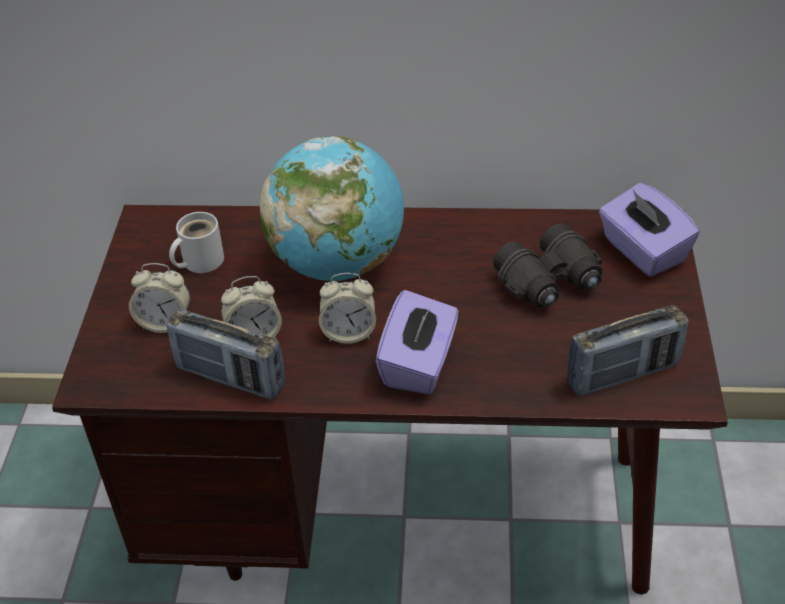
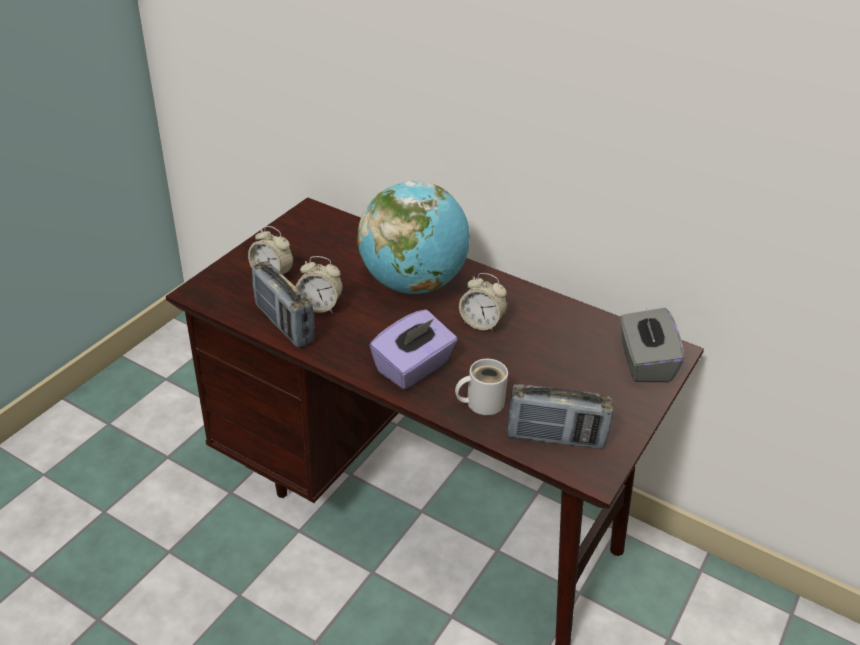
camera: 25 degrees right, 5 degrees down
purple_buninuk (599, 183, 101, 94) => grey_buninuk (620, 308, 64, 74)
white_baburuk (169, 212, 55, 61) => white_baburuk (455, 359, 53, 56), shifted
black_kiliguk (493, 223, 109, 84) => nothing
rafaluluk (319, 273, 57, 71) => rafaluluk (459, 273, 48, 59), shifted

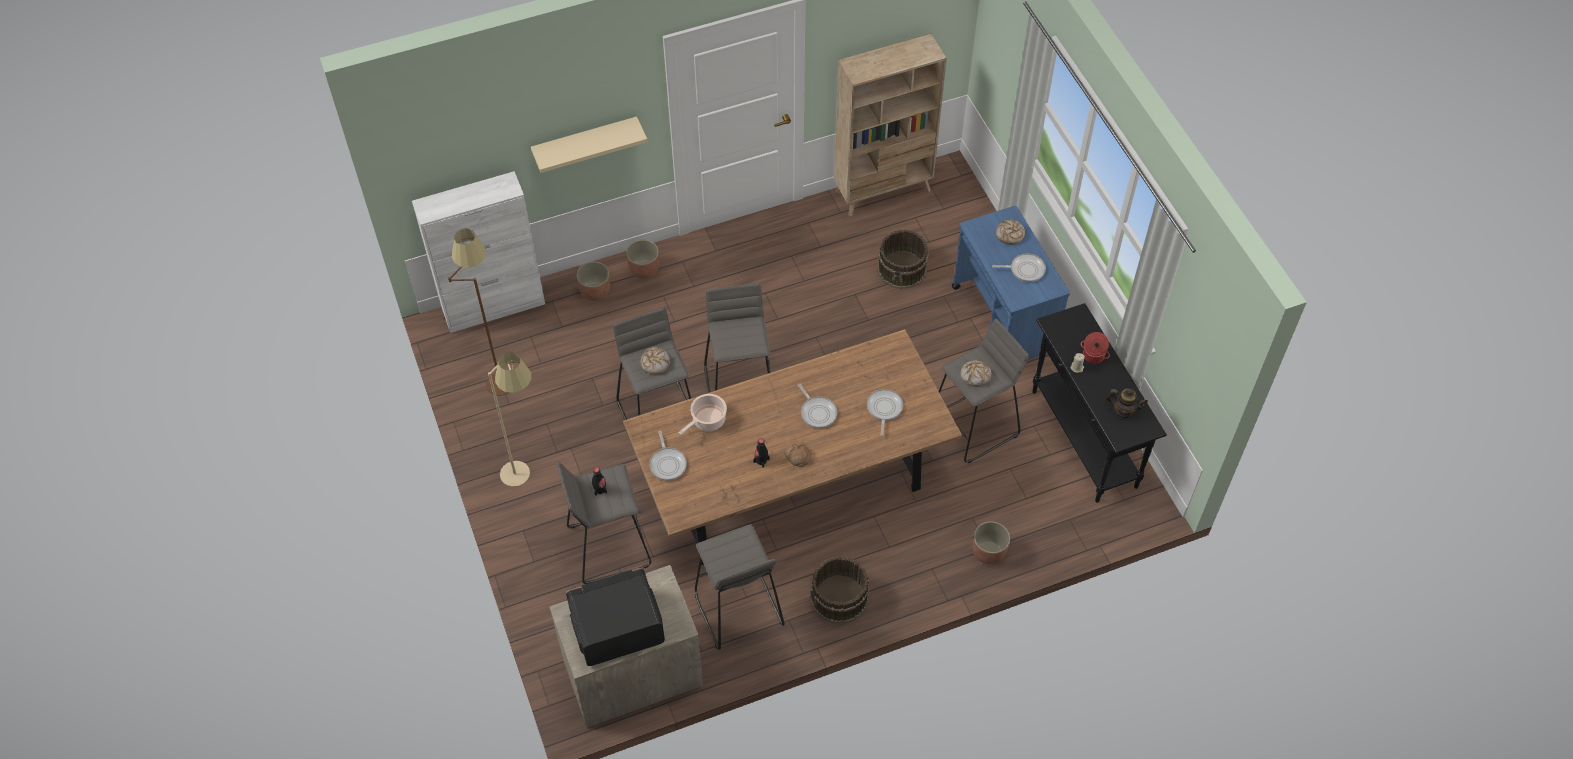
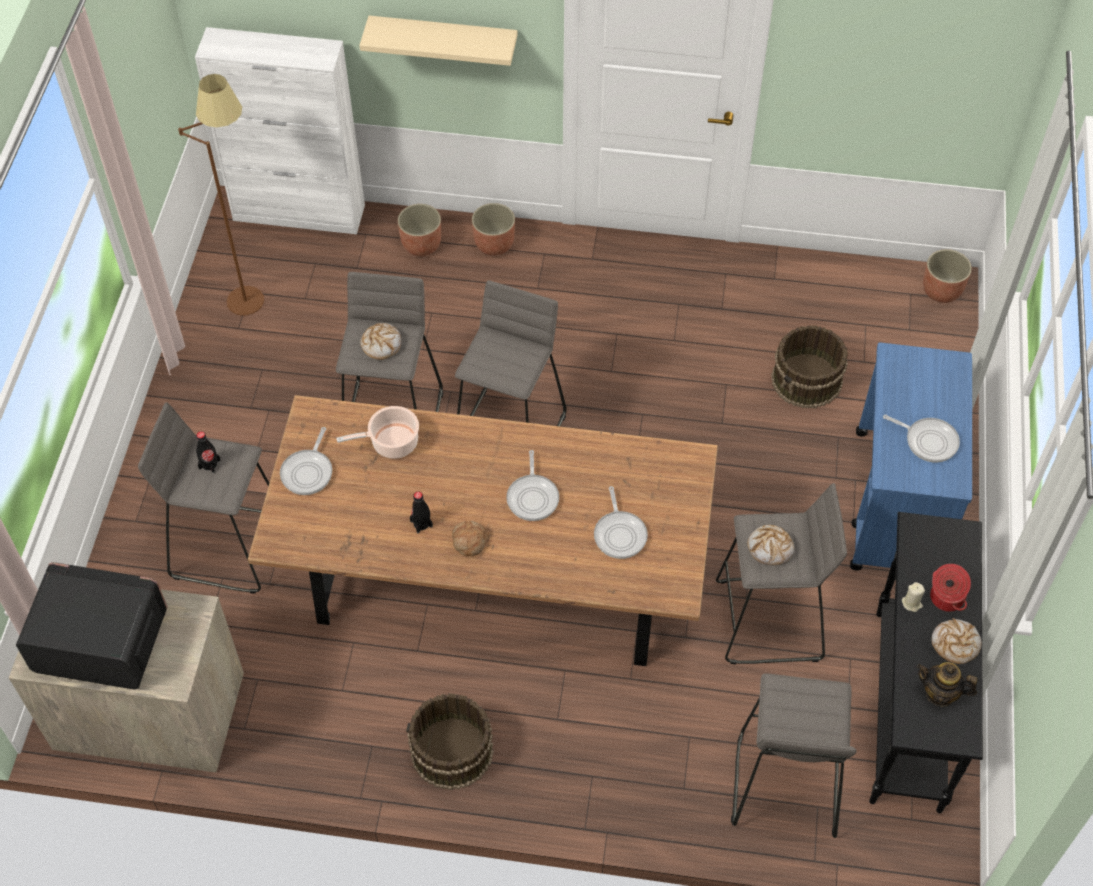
camera: 30 degrees right, 0 degrees up
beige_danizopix (834, 33, 113, 183) => nothing
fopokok (996, 220, 29, 24) => fopokok (931, 618, 51, 46), shifted
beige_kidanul (488, 352, 43, 135) => nothing
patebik (867, 389, 36, 47) => patebik (594, 486, 54, 73), 135 degrees clockwise
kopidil (1105, 389, 43, 29) => kopidil (917, 662, 61, 45), 150 degrees clockwise
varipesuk (973, 521, 37, 44) => varipesuk (923, 249, 49, 54), shifted
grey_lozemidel (695, 524, 90, 126) => grey_lozemidel (731, 673, 126, 165), shifted

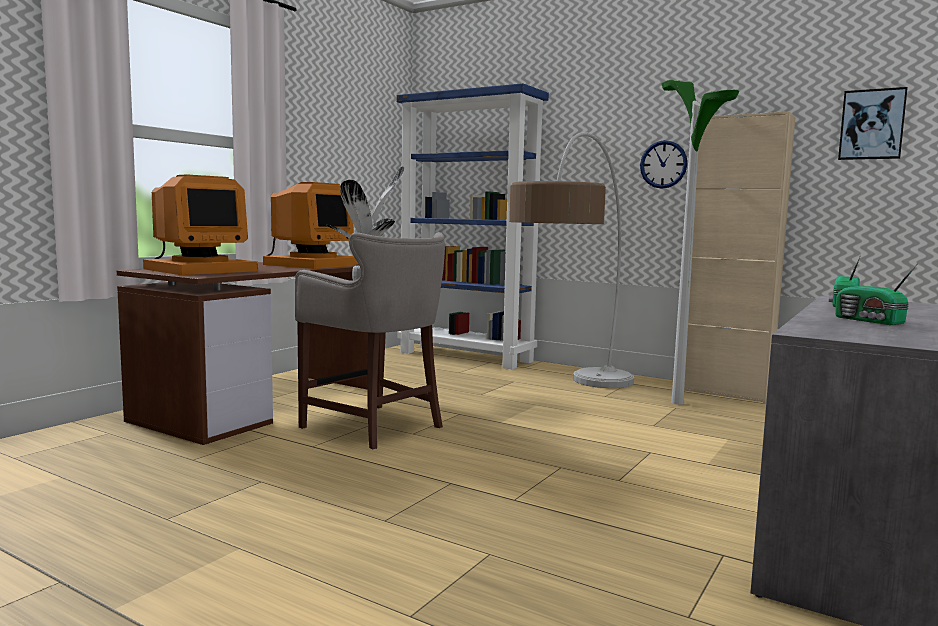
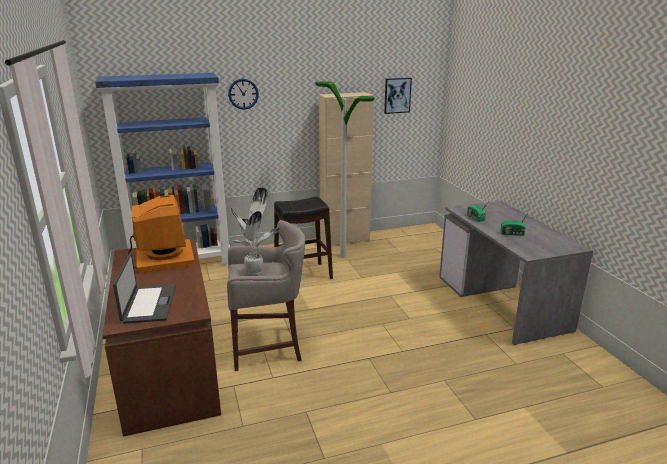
camera: 50 degrees left, 15 degrees up
kidanul (509, 132, 125, 256) => black_lozemidel (274, 196, 59, 83)
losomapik (640, 140, 47, 49) => losomapik (228, 79, 31, 31), shifted
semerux (143, 174, 115, 101) => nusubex (113, 253, 63, 71)

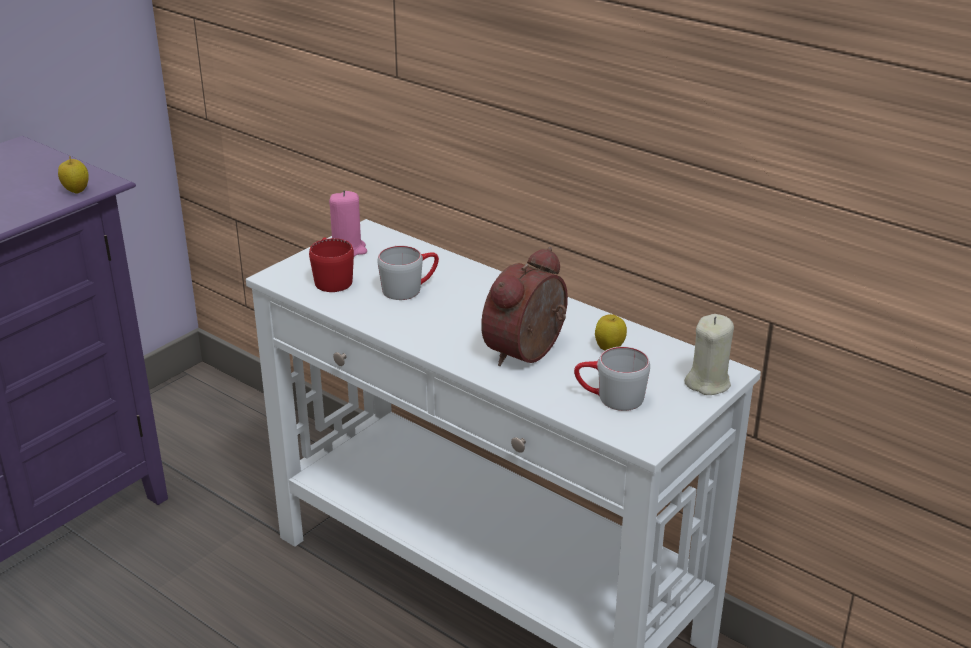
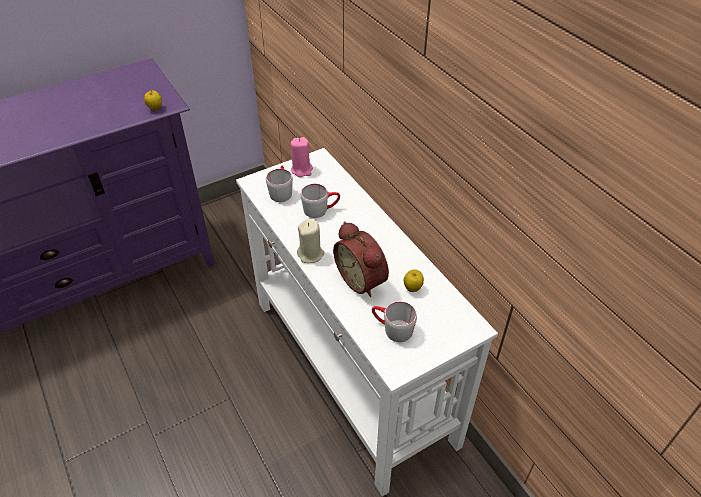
camera: 20 degrees right, 15 degrees up
red_baburuk (309, 237, 45, 55) => grey_baburuk (266, 165, 27, 37)
rafaluluk (481, 247, 87, 119) => rafaluluk (333, 221, 56, 76), 90 degrees counterclockwise
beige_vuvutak (684, 314, 50, 81) => beige_vuvutak (297, 219, 28, 44), shifted

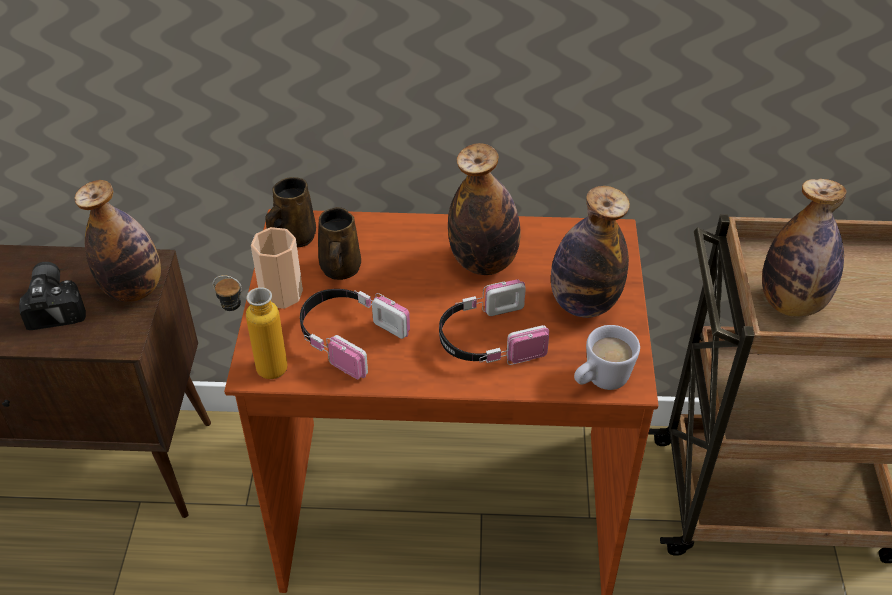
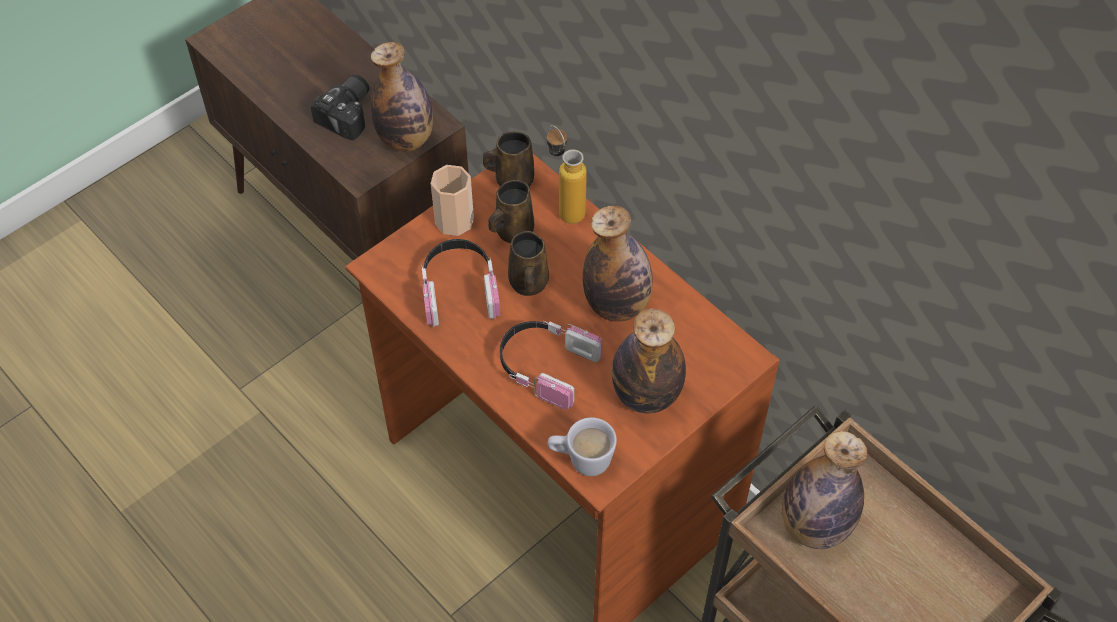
camera: 45 degrees right, 10 degrees up
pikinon (213, 275, 74, 104) => pikinon (547, 125, 40, 99), shifted
nothing => brown_baburuk (508, 231, 41, 65)

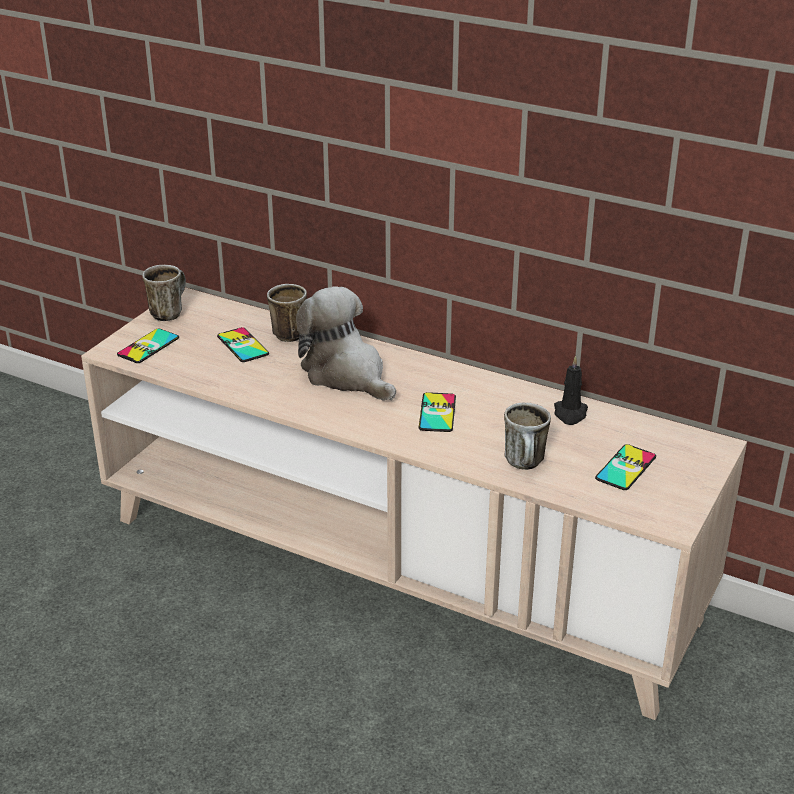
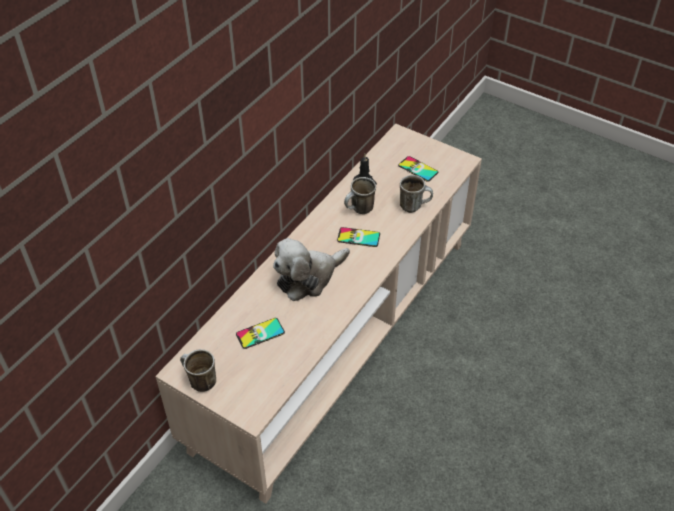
camera: 85 degrees left, 15 degrees up
baburuk (267, 284, 40, 58) => baburuk (344, 177, 32, 37), shifted
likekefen (117, 328, 62, 35) => nothing

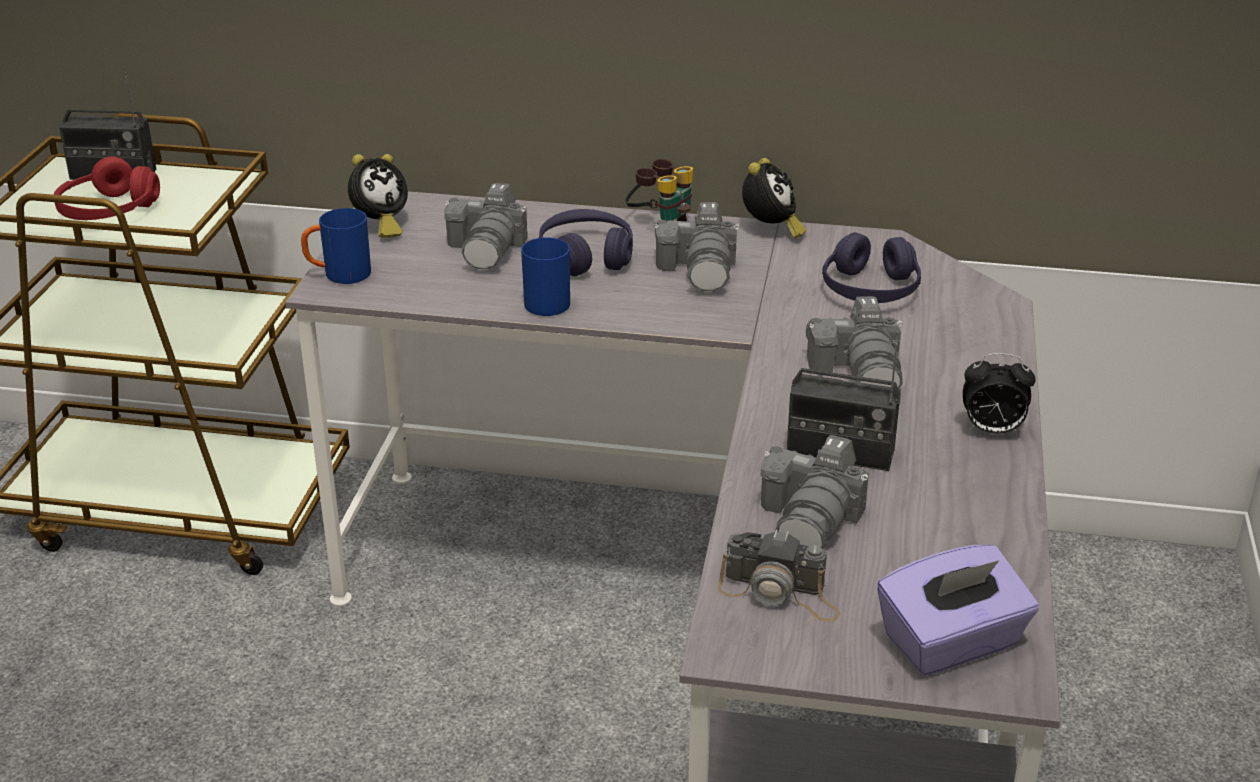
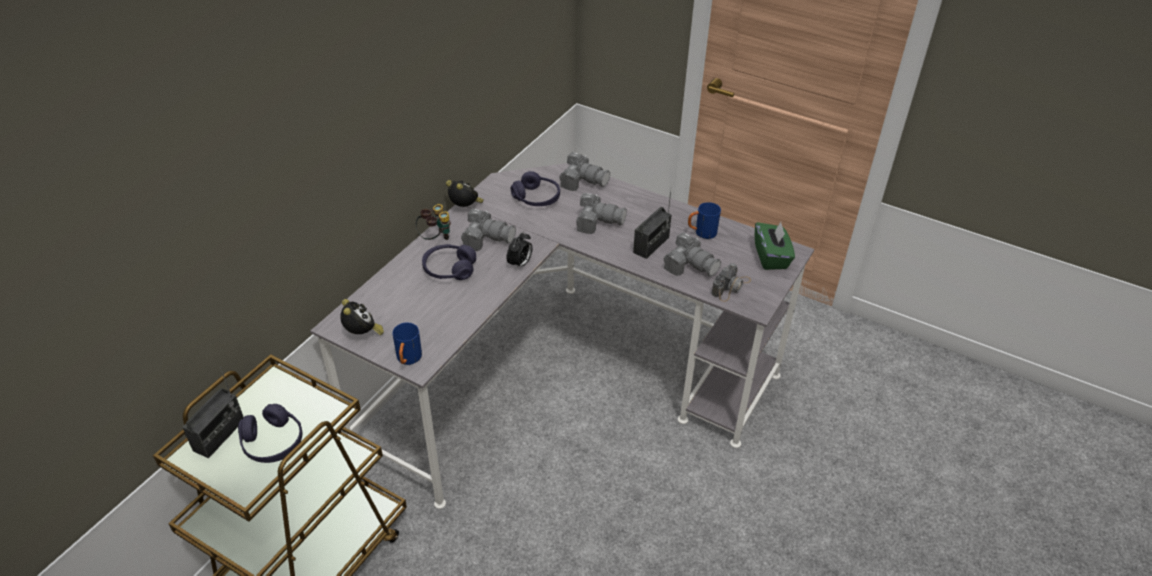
camera: 70 degrees left, 10 degrees up
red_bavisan (54, 156, 106, 64) => purple_bavisan (238, 404, 64, 59)
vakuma (444, 183, 84, 86) => vakuma (559, 152, 51, 39), shifted
blue_baburuk (521, 238, 49, 78) => blue_baburuk (688, 202, 33, 37), shifted
rafaluluk (963, 353, 73, 81) => rafaluluk (507, 231, 26, 39), shifted
purple_buninuk (877, 545, 162, 130) => green_buninuk (755, 222, 40, 48)

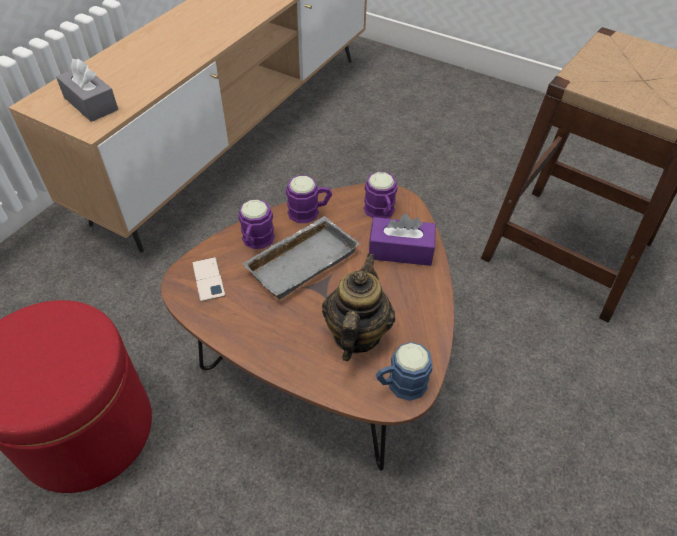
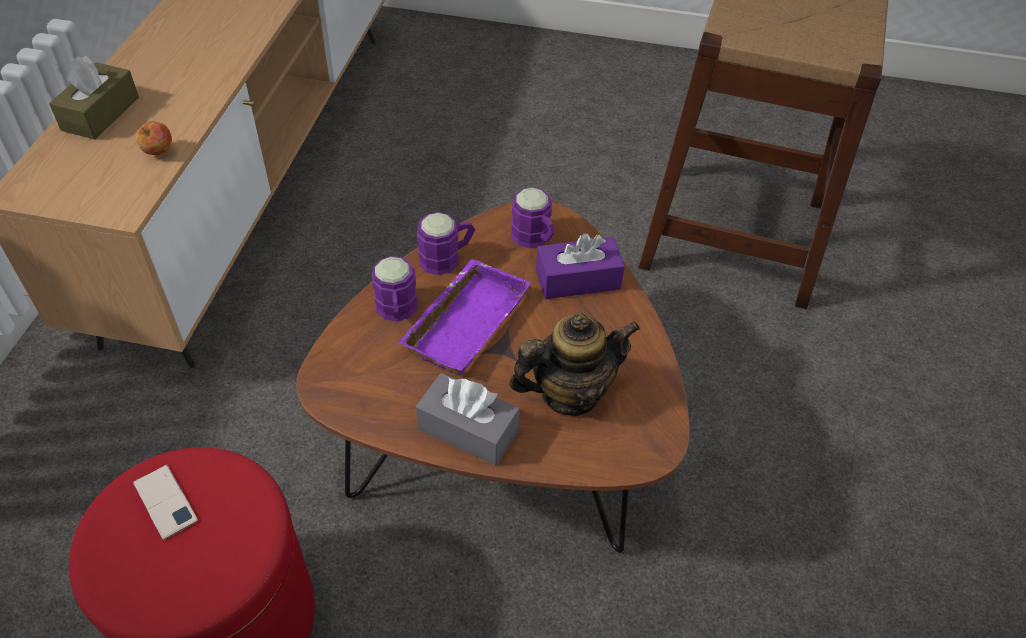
camera: 20 degrees left, 0 degrees up
grey_buninuk (56, 58, 62, 64) => grey_buninuk (416, 373, 104, 93), shifted
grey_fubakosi (242, 216, 118, 84) => purple_fubakosi (398, 259, 133, 116)
kopidil (322, 253, 73, 108) => kopidil (509, 313, 131, 103), 75 degrees clockwise
likekefen (192, 257, 33, 45) => likekefen (133, 465, 65, 75), shifted
blue_baburuk (375, 342, 58, 59) => nothing
nothing => brown_buninuk (49, 56, 90, 84)
nothing => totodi (136, 121, 36, 34)

